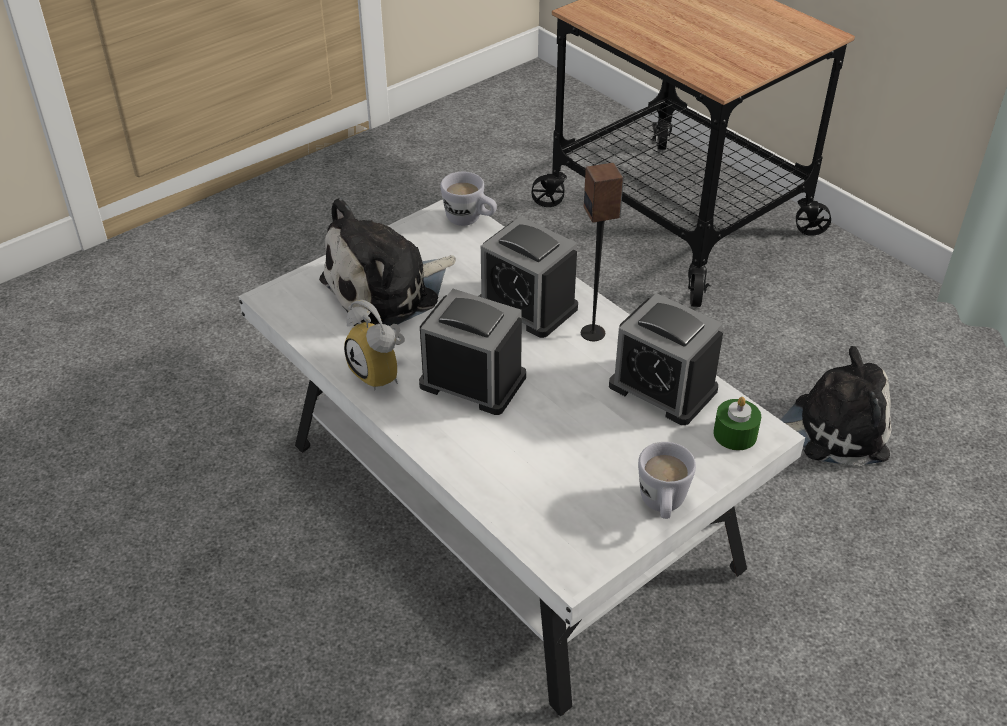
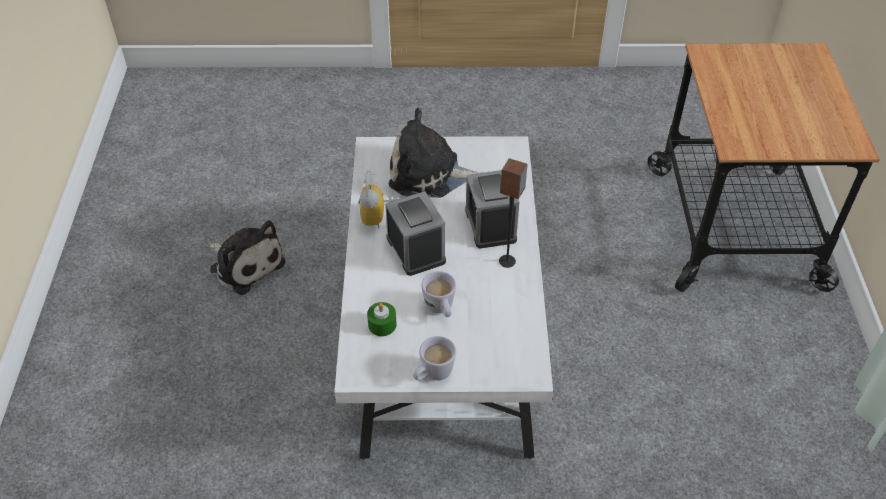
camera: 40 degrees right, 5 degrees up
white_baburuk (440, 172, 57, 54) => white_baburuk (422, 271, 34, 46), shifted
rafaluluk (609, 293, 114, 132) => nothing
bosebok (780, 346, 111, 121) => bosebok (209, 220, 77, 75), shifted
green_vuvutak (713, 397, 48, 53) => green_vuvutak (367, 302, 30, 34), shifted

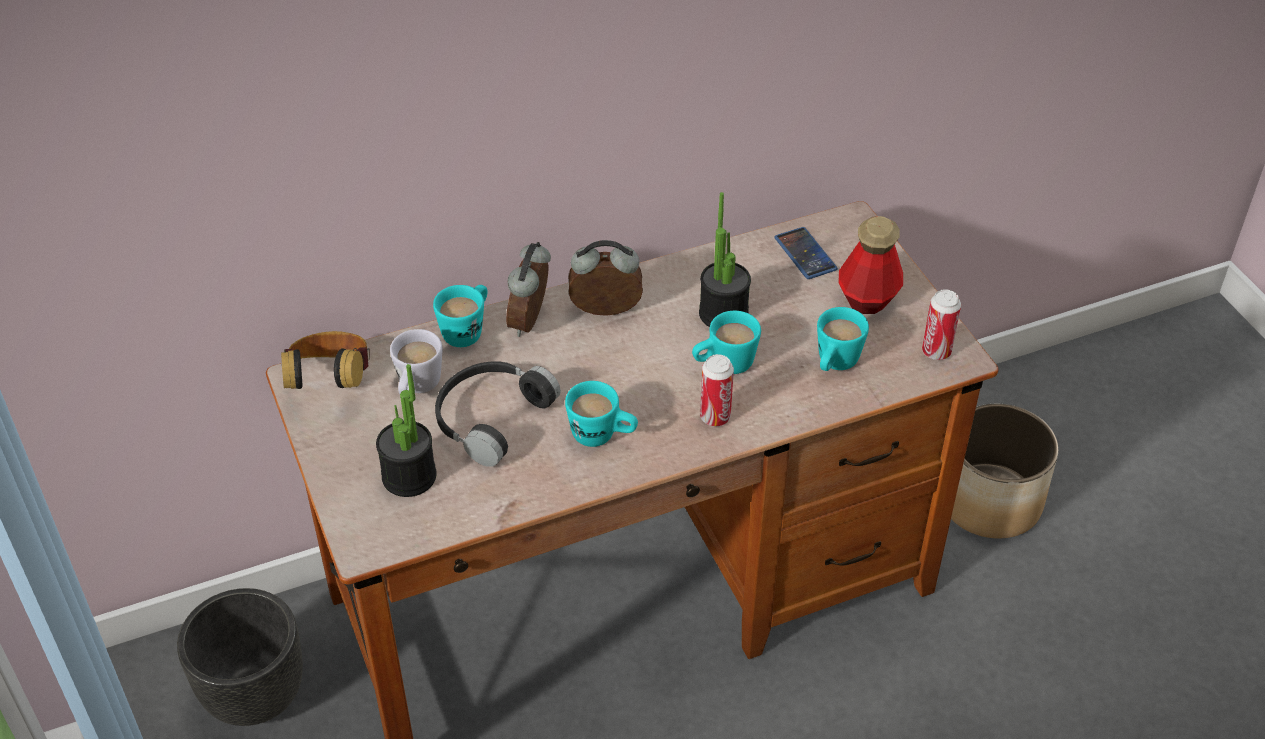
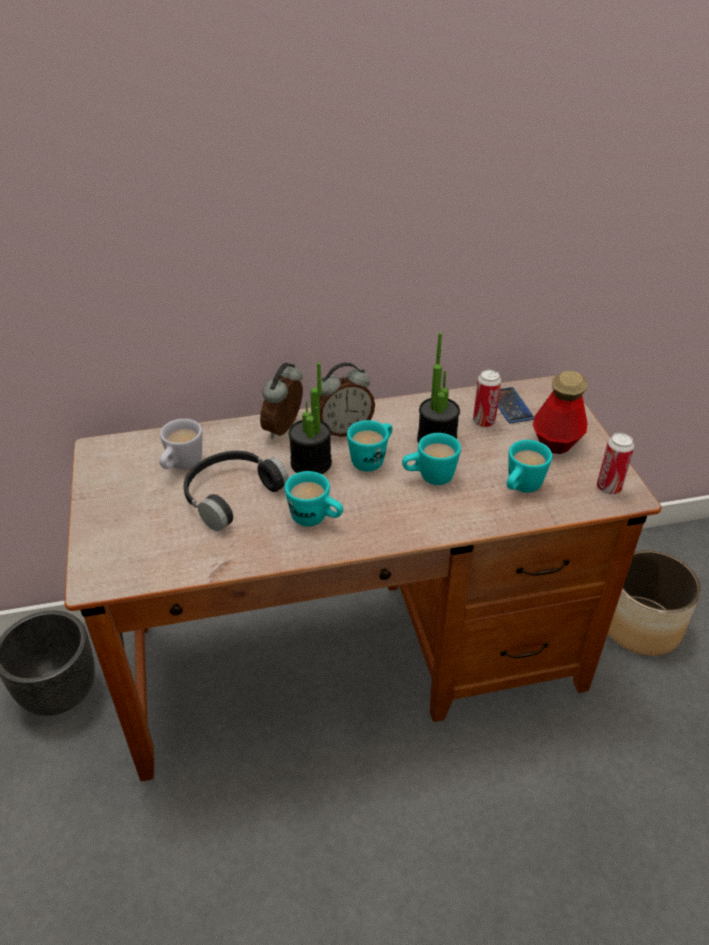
camera: 10 degrees right, 5 degrees down
rafaluluk (568, 240, 75, 76) => rafaluluk (319, 363, 56, 74), 150 degrees clockwise
turquoise_baburuk (433, 285, 55, 62) => turquoise_baburuk (347, 420, 46, 51), shifted
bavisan (281, 331, 89, 58) => nothing
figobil (700, 354, 34, 72) => figobil (473, 370, 28, 57), shifted
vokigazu (376, 364, 61, 133) => vokigazu (289, 362, 43, 112), shifted

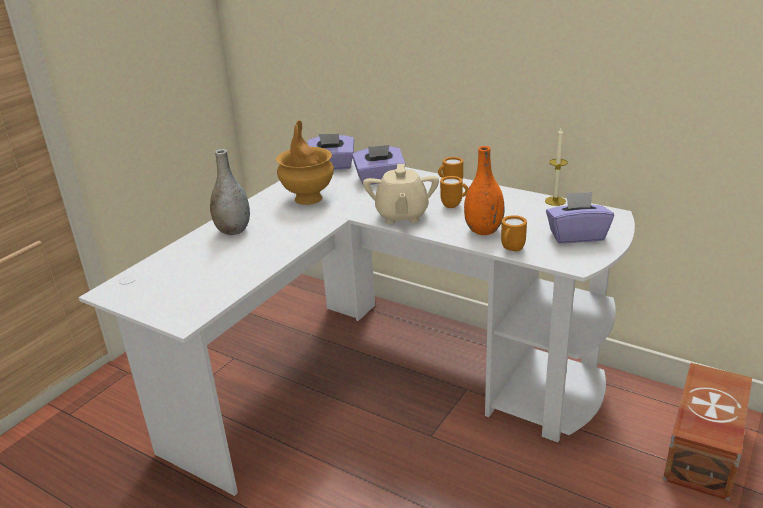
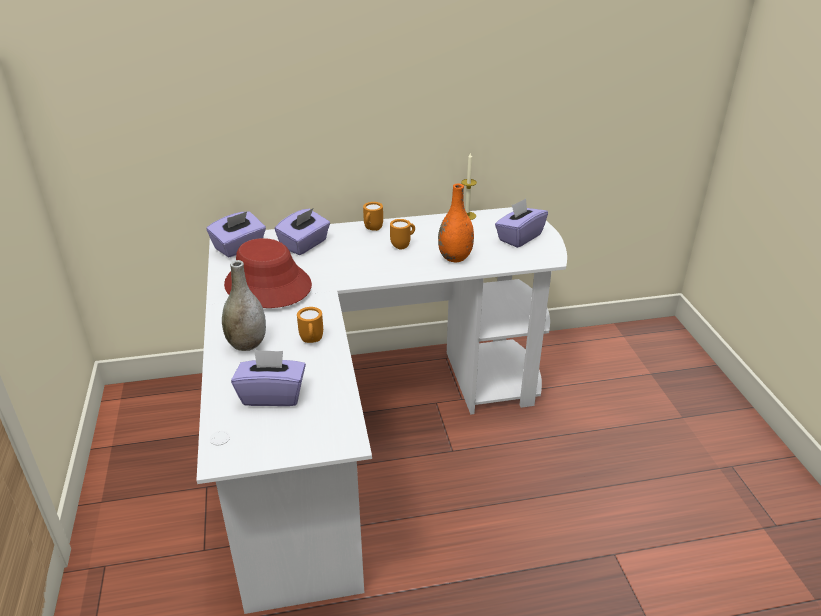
camera: 45 degrees left, 5 degrees up
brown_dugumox (276, 120, 58, 85) => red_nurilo (224, 238, 88, 70)
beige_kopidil (363, 164, 76, 60) => nothing
orange_baburuk (501, 215, 26, 36) => orange_baburuk (297, 307, 26, 36), shifted
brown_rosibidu (663, 363, 89, 138) => nothing
nothing => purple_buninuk (231, 349, 75, 57)

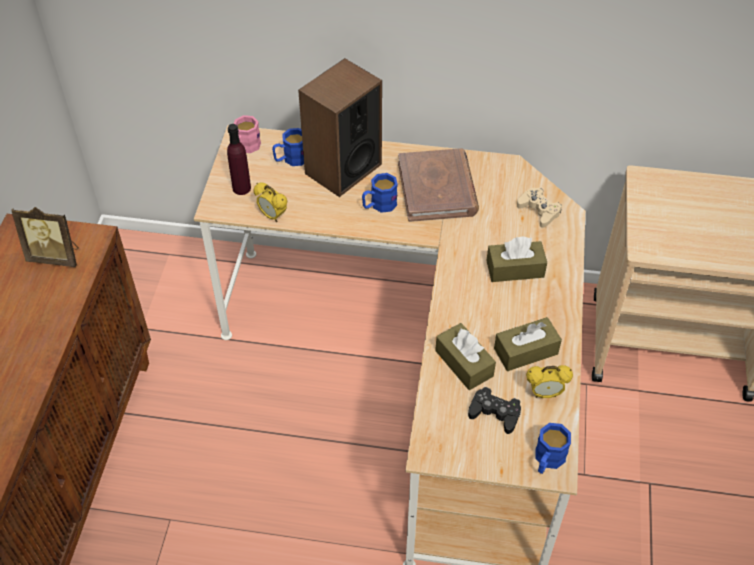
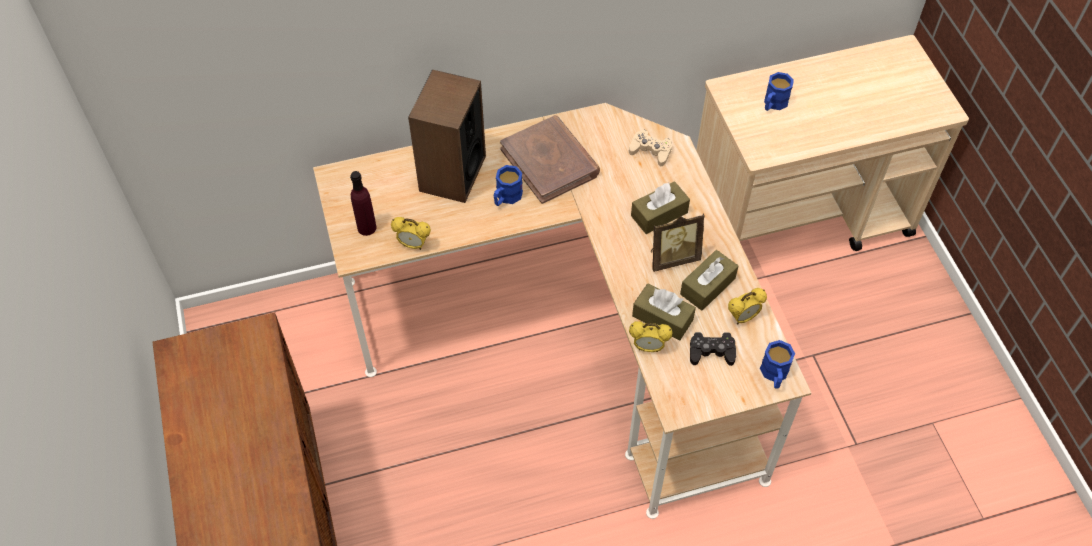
camera: 25 degrees left, 5 degrees up
pink_baburuk (234, 115, 27, 38) => nothing
blue_baburuk (272, 128, 32, 38) => blue_baburuk (764, 72, 30, 39), shifted
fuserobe (11, 207, 68, 60) => fuserobe (651, 214, 54, 58), shifted
nothing => rafaluluk (629, 321, 43, 31)

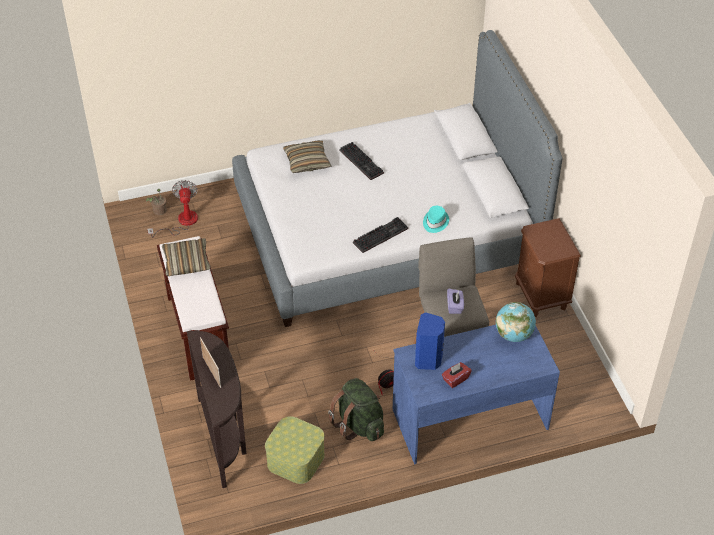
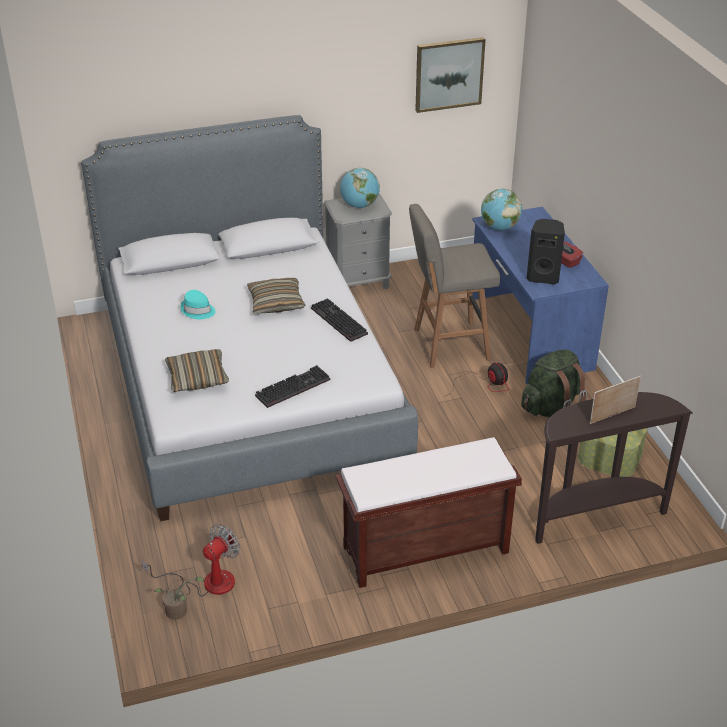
camera: 90 degrees left, 10 degrees down
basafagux (339, 142, 45, 38) => basafagux (255, 365, 75, 43), shifted
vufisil (147, 180, 51, 58) => vufisil (141, 524, 99, 73), 135 degrees clockwise
turquoise_nurilo (423, 206, 26, 27) => turquoise_nurilo (180, 290, 35, 29), shifted
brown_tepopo (515, 218, 66, 99) => grey_tepopo (324, 193, 68, 96)
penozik (162, 238, 48, 38) => penozik (247, 278, 58, 36), shifted
purple_buninuk (447, 289, 17, 25) => nothing
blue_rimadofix (415, 312, 30, 58) => black_rimadofix (526, 219, 39, 65)
nothing => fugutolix (415, 37, 71, 76)
nothing => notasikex (340, 168, 40, 40)

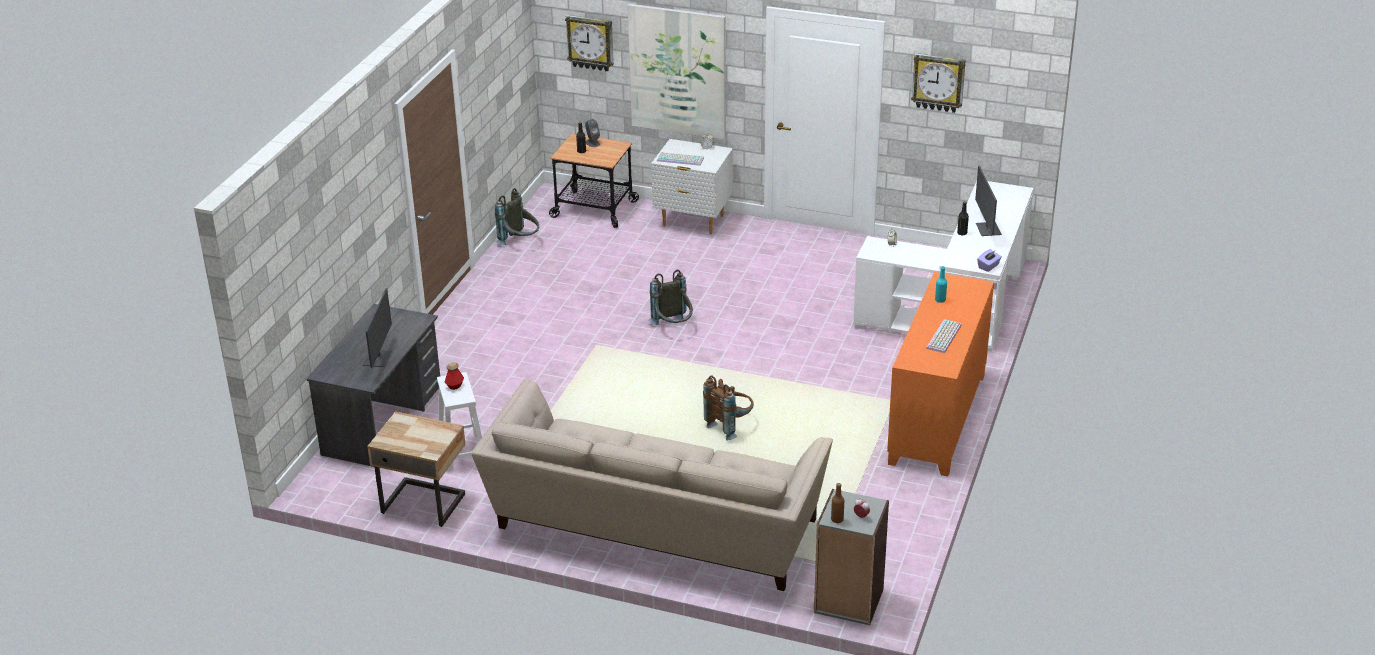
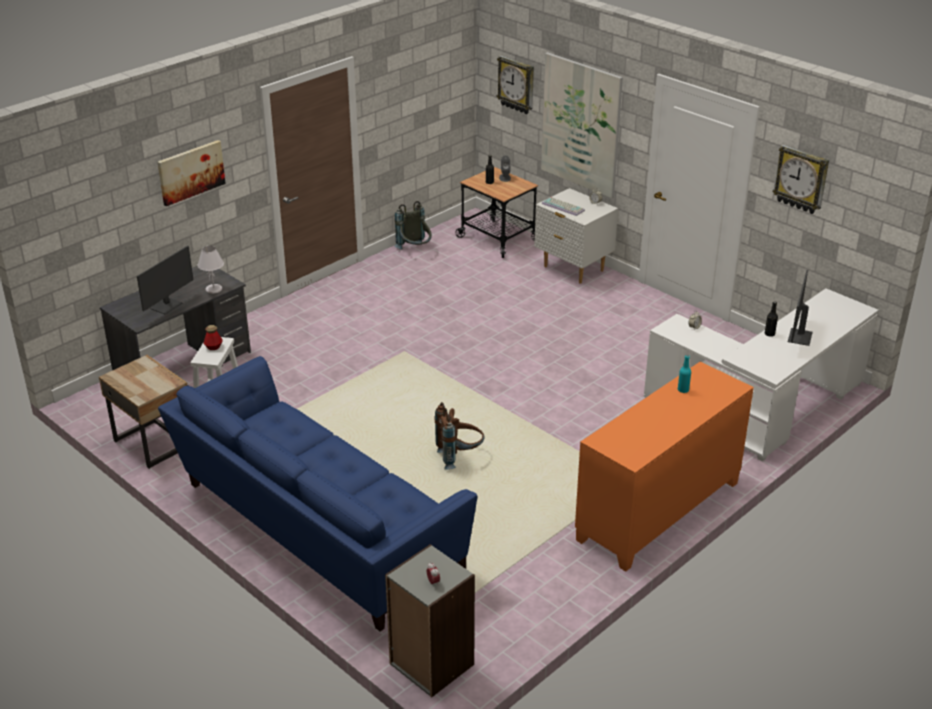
camera: 25 degrees right, 0 degrees up
purple_buninuk (977, 249, 25, 23) => nothing
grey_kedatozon (649, 270, 44, 55) => nothing
basafagux (926, 319, 36, 34) => nothing
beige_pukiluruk (471, 379, 362, 212) => blue_pukiluruk (158, 356, 320, 275)
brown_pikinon (831, 483, 13, 40) => nothing
nothing => fugutolix (157, 140, 69, 66)
nothing => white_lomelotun (197, 246, 27, 48)

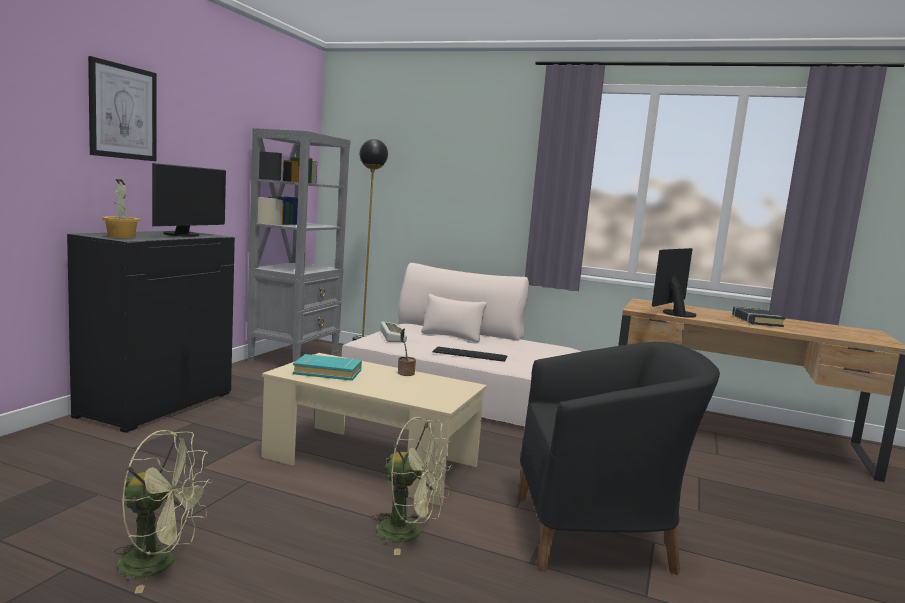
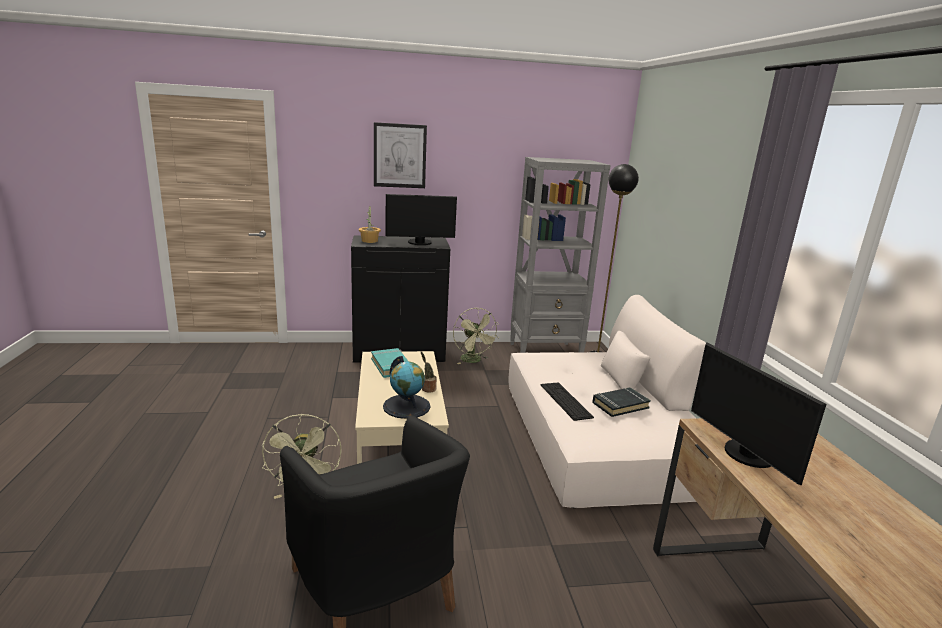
camera: 60 degrees right, 10 degrees up
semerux (652, 248, 45, 70) => semerux (691, 343, 135, 143), 120 degrees counterclockwise
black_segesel (732, 306, 53, 21) => black_segesel (592, 387, 59, 30), shifted
basafagux (380, 322, 27, 20) => nothing
green_vufisil (114, 430, 98, 164) => green_vufisil (453, 308, 46, 56), shifted
nothing => notasikex (383, 356, 48, 63)

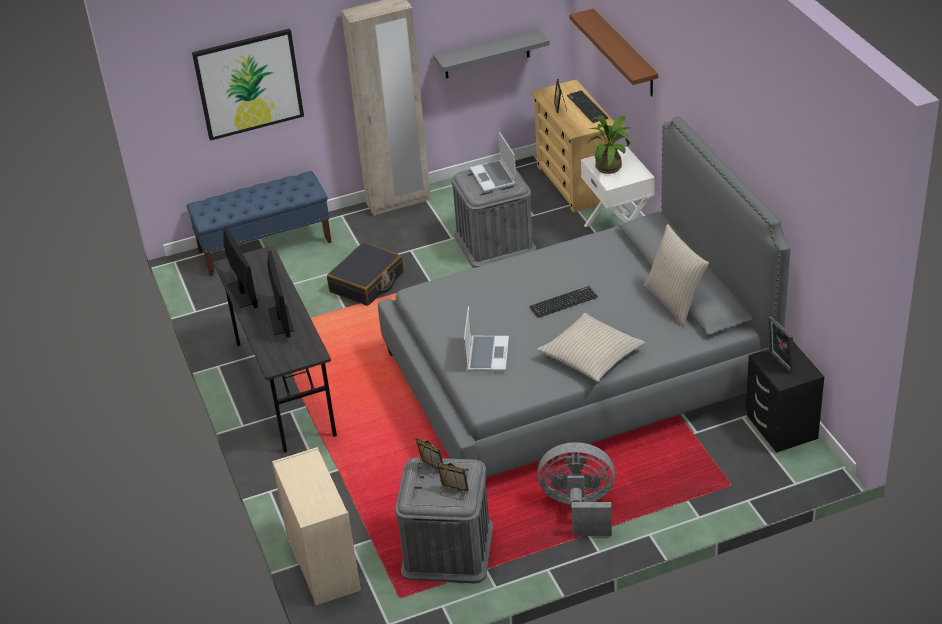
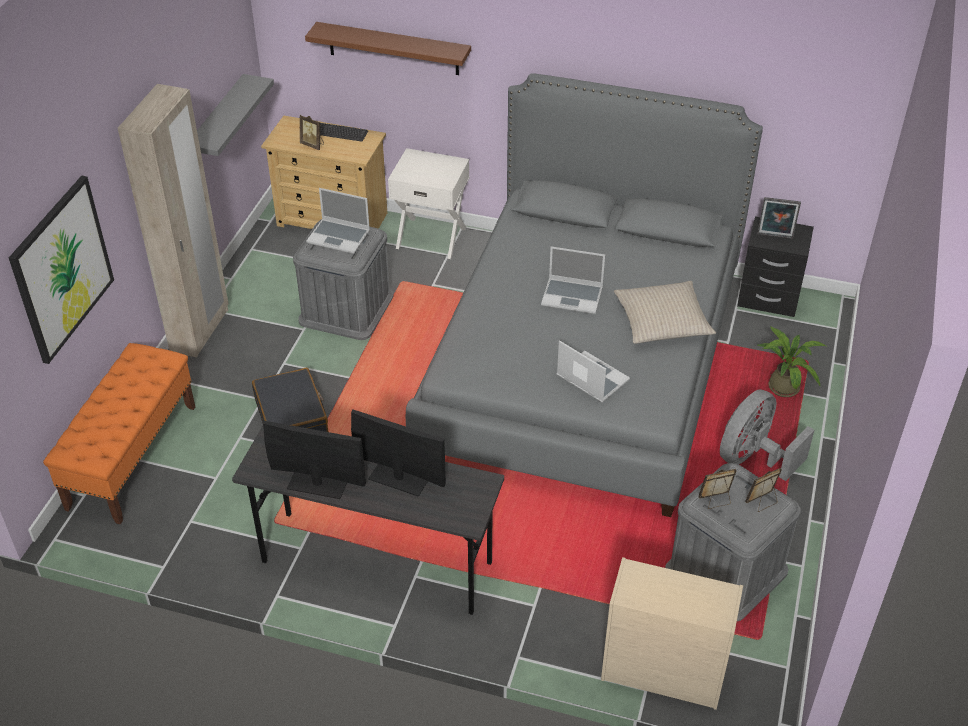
camera: 55 degrees left, 5 degrees up
vokigazu (588, 116, 42, 58) => vokigazu (757, 327, 69, 70), shifted
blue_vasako (186, 171, 146, 105) => orange_vasako (43, 343, 152, 181)
beige_penozik (644, 224, 65, 103) => nothing
basafagux (529, 286, 69, 32) => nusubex (541, 246, 64, 68)

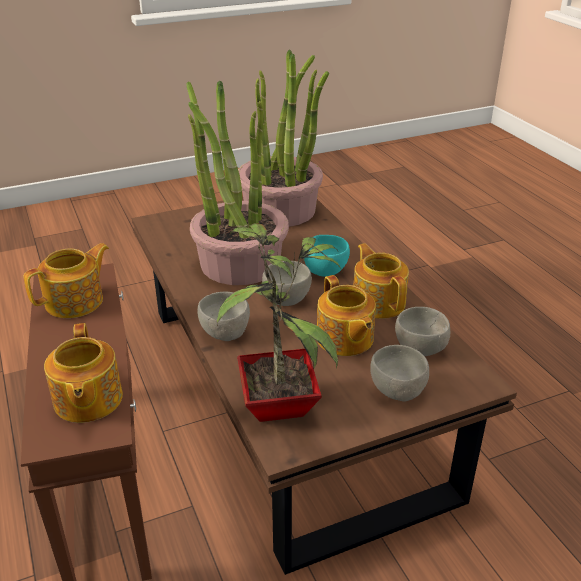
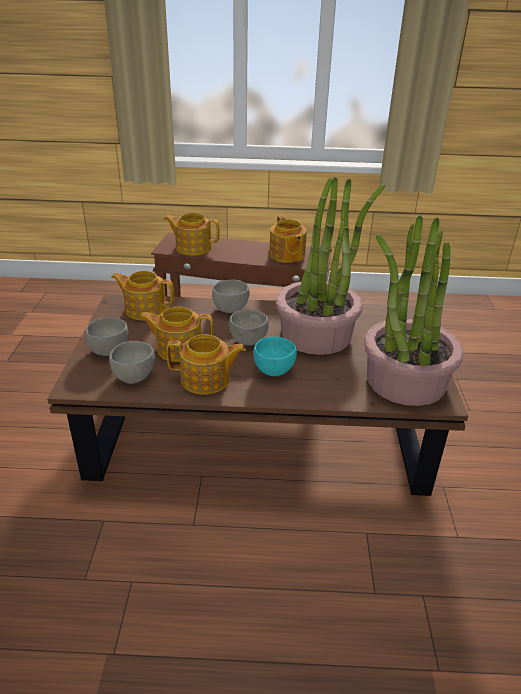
camera: 115 degrees right, 0 degrees up
vokigazu (217, 223, 126, 199) => kopidil (111, 271, 63, 50)

